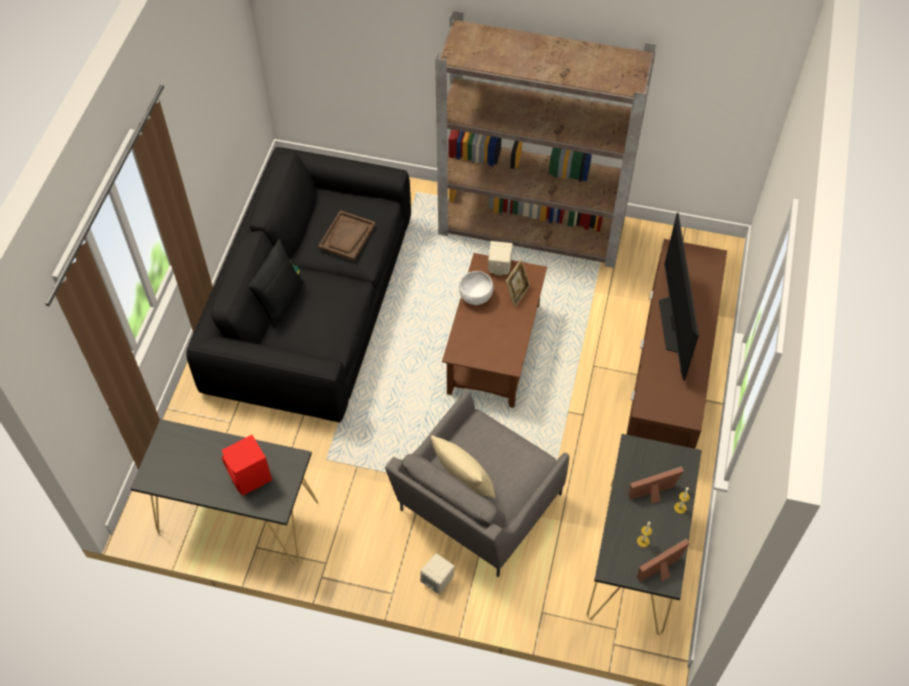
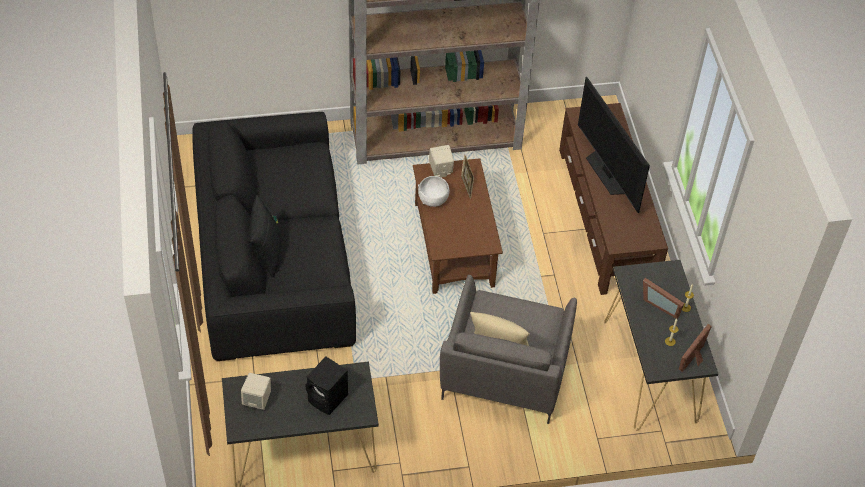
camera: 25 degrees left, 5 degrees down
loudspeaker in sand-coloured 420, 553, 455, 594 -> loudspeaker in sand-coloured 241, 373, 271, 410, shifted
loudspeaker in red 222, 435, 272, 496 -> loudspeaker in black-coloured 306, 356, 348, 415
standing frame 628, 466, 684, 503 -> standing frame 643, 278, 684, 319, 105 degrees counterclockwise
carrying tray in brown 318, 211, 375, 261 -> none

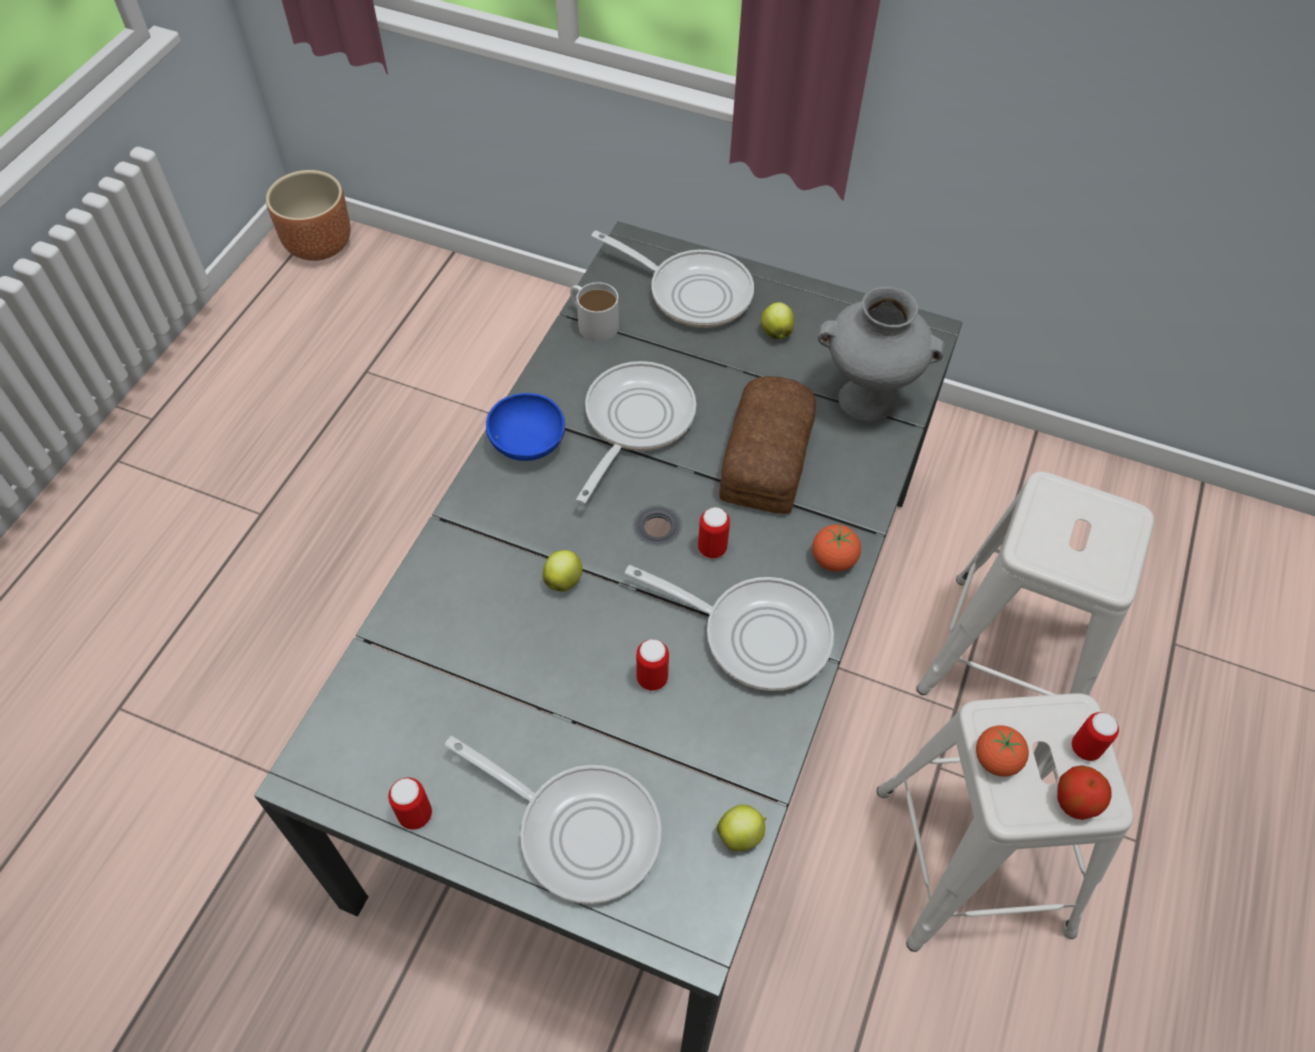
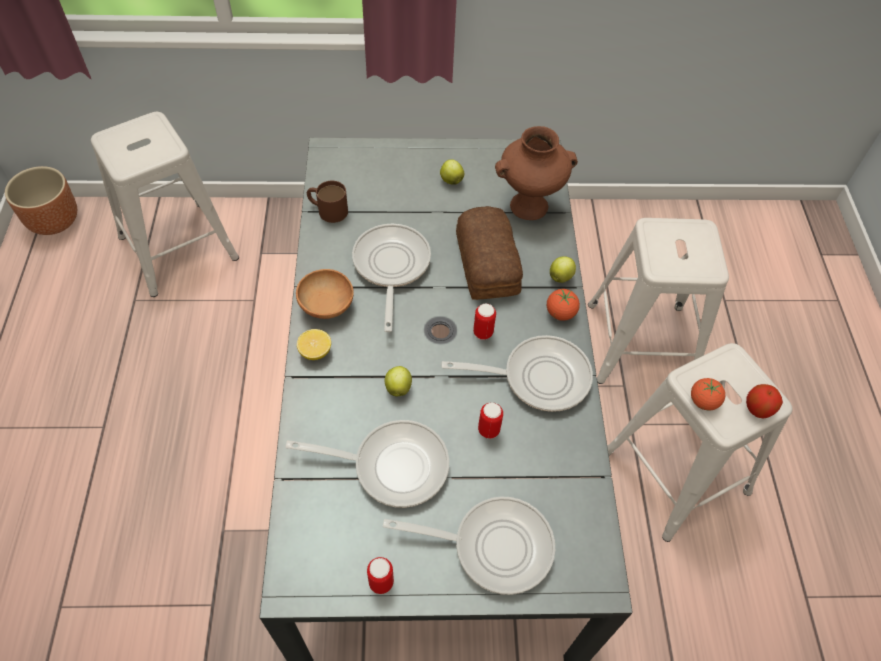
camera: 25 degrees left, 0 degrees up
none -> stool seat in whitish 91, 112, 239, 297
pan 591, 230, 754, 327 -> pan 286, 420, 449, 508, shifted
deep dish in bluish 486, 393, 565, 461 -> deep dish in brown 296, 269, 354, 319
none -> lemon 297, 329, 331, 360
tea mug in whitish 570, 282, 619, 341 -> tea mug in brown 307, 181, 348, 223
vase in gray 818, 287, 945, 422 -> vase in brown 495, 126, 578, 220
whole apple 717, 805, 766, 851 -> whole apple 550, 256, 576, 283, shifted
metal can 1072, 712, 1119, 761 -> none

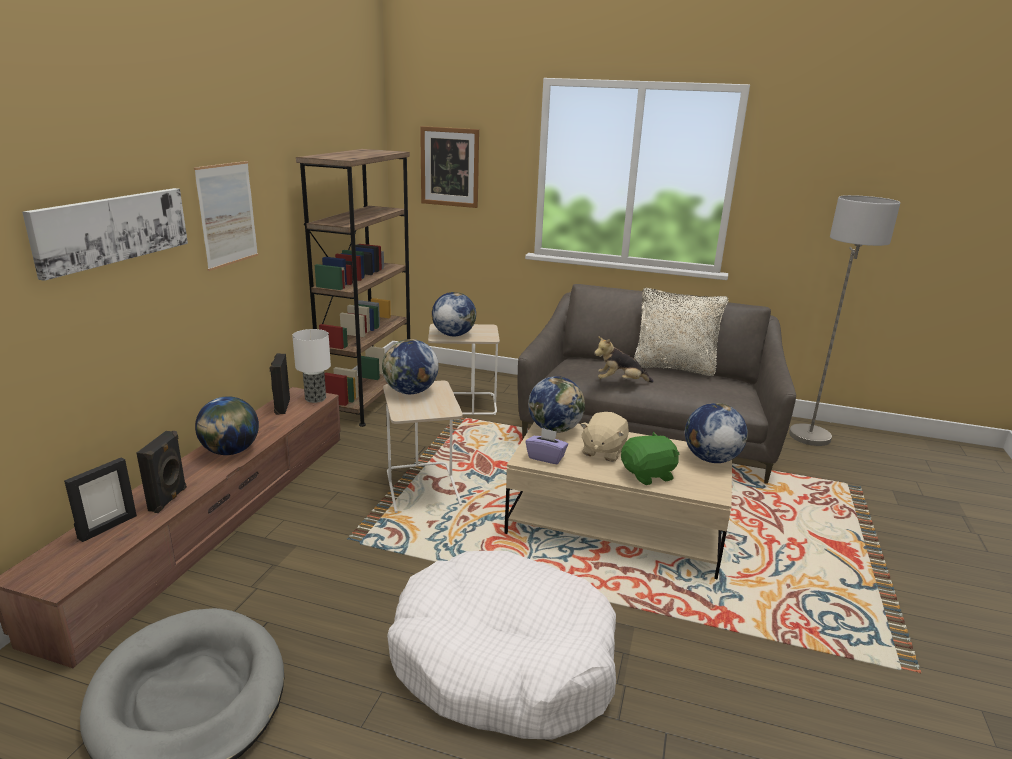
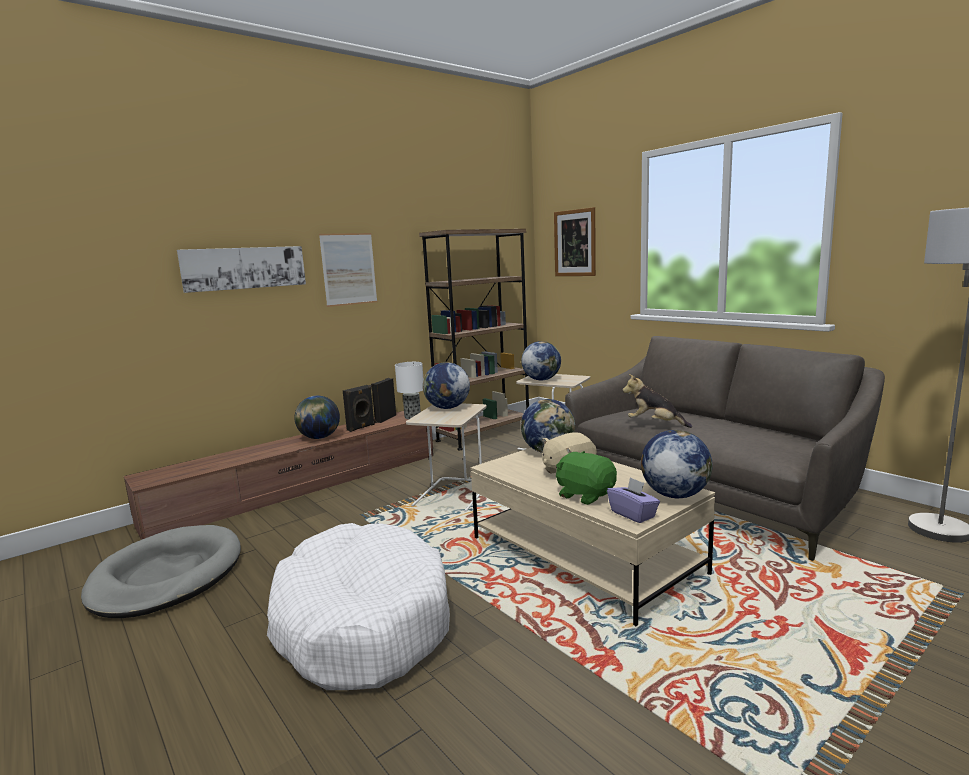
camera: 35 degrees right, 10 degrees down
loudspeaker in black-coloured 137, 431, 187, 513 -> loudspeaker in black-coloured 343, 385, 375, 432, shifted
soft toy in green 621, 432, 679, 485 -> soft toy in green 556, 451, 617, 505, 150 degrees counterclockwise
tissue box in purple 526, 428, 568, 465 -> tissue box in purple 607, 477, 660, 523, shifted
standing frame 64, 458, 137, 542 -> none
pillow in sand-coloured 634, 288, 728, 377 -> none

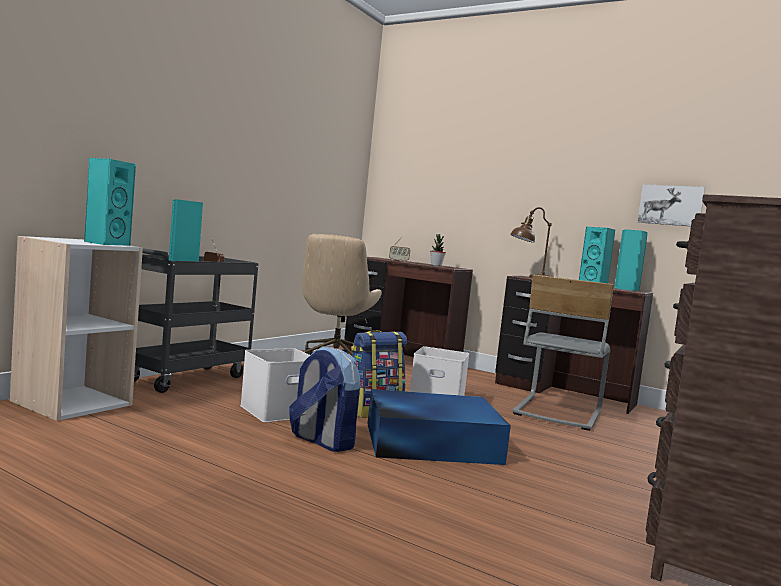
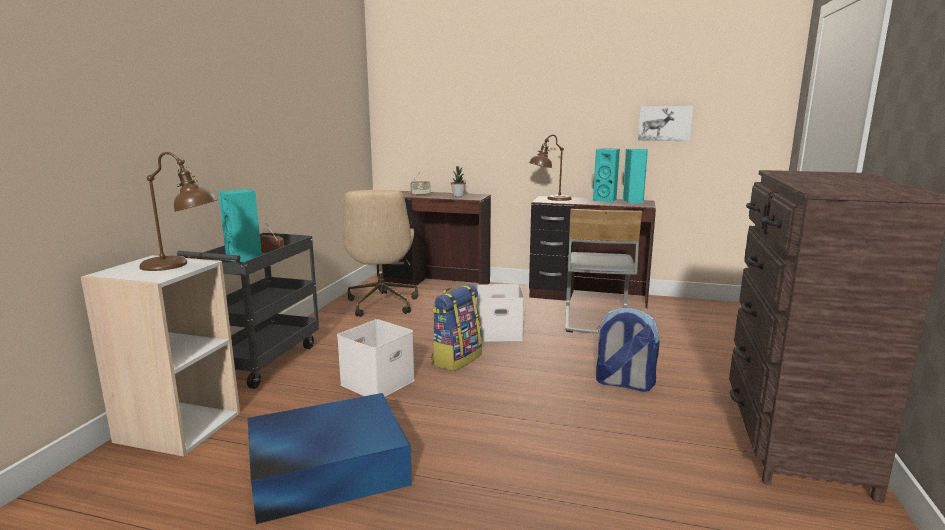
camera: 15 degrees left, 10 degrees up
loudspeaker in turquoise-coloured 84, 158, 136, 246 -> lamp for a table in brown 140, 152, 218, 271
storage box in bluish 367, 389, 511, 465 -> storage box in bluish 248, 393, 412, 524, shifted
rucksack 289, 346, 361, 452 -> rucksack 596, 307, 659, 392, shifted

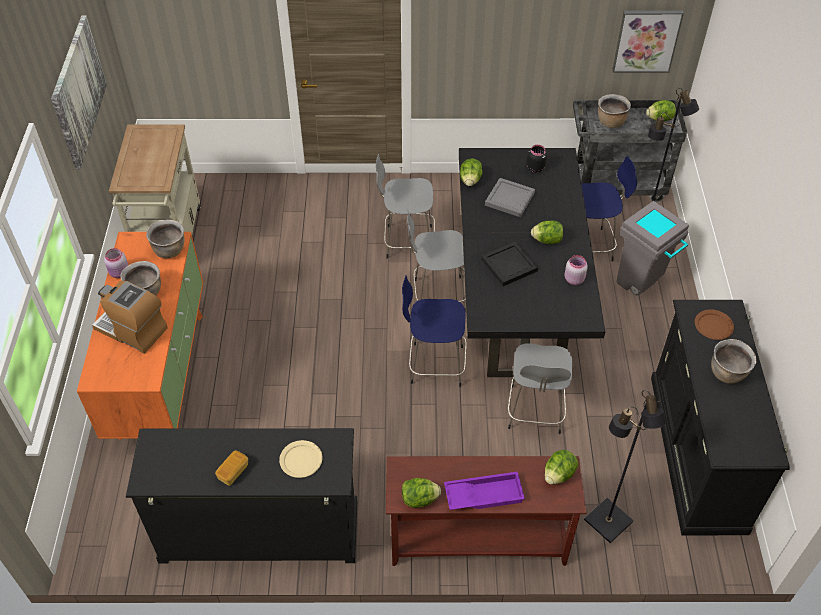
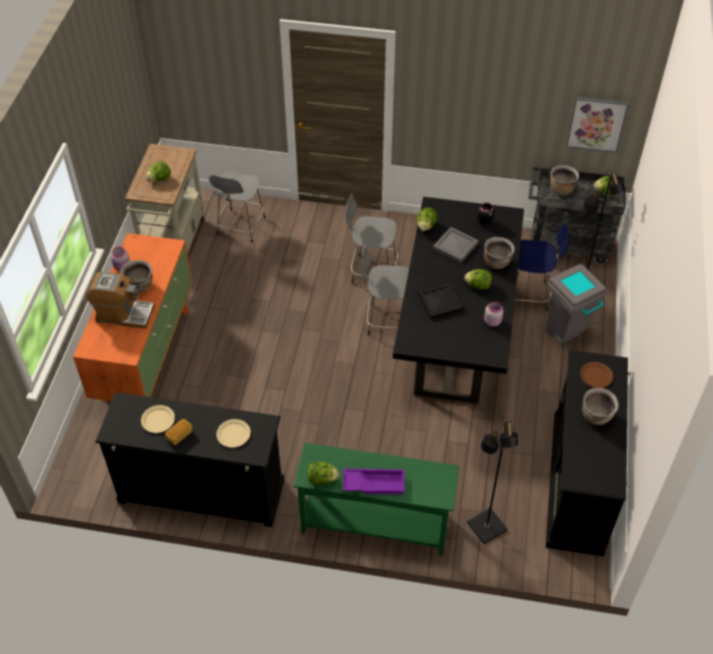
camera: 10 degrees right, 0 degrees up
coffee brewer 92, 281, 168, 354 -> coffee brewer 87, 272, 155, 329, 150 degrees clockwise
none -> flat dish in sand-coloured 141, 405, 175, 433
lettuce head 545, 450, 578, 484 -> lettuce head 146, 162, 171, 182, shifted
stool seat in gray 507, 343, 572, 434 -> stool seat in gray 209, 172, 266, 243, shifted
console table in brown 386, 456, 586, 566 -> console table in green 293, 443, 459, 556
saucepot in brown 146, 219, 185, 258 -> saucepot in brown 484, 237, 515, 269, shifted
wall picture 51, 15, 107, 169 -> none
stool seat in bluish 402, 275, 467, 387 -> none

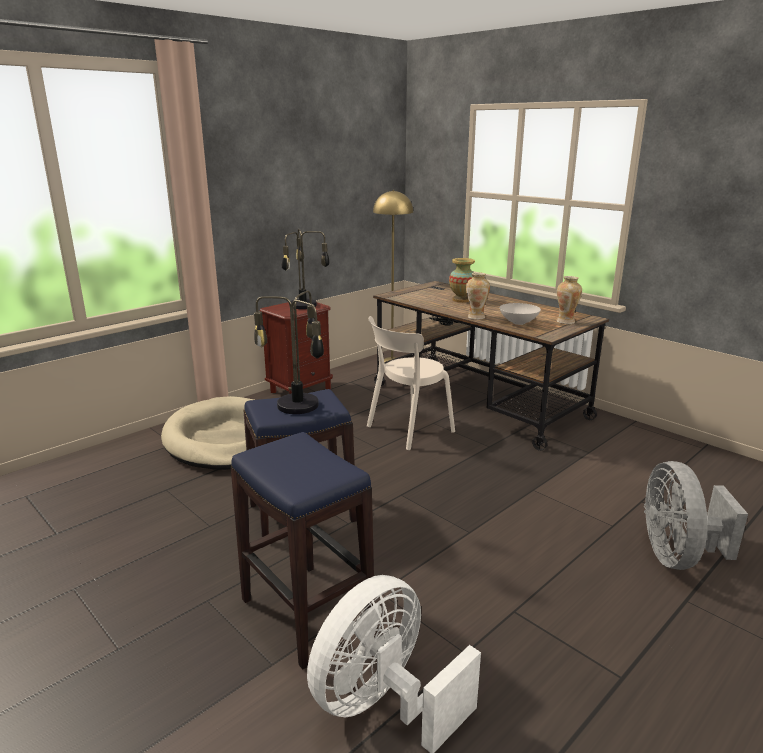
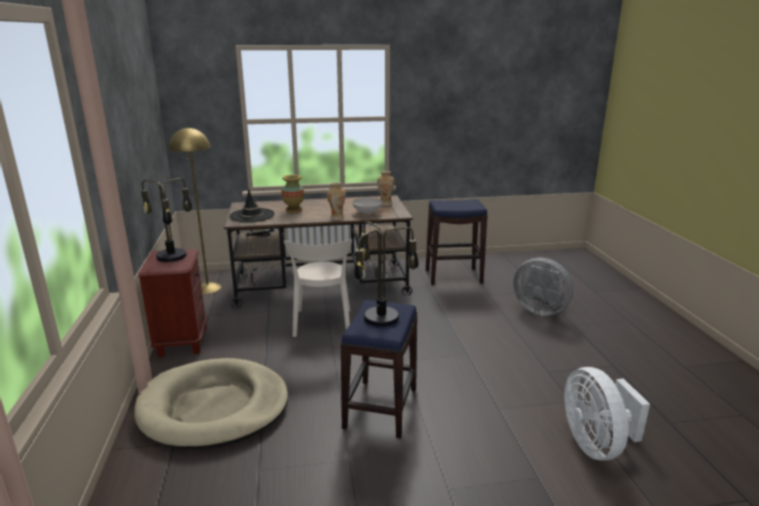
camera: 55 degrees left, 0 degrees up
none -> clothing hat in black-coloured 229, 189, 275, 222
stool seat 231, 432, 375, 669 -> stool seat 426, 199, 487, 285, shifted

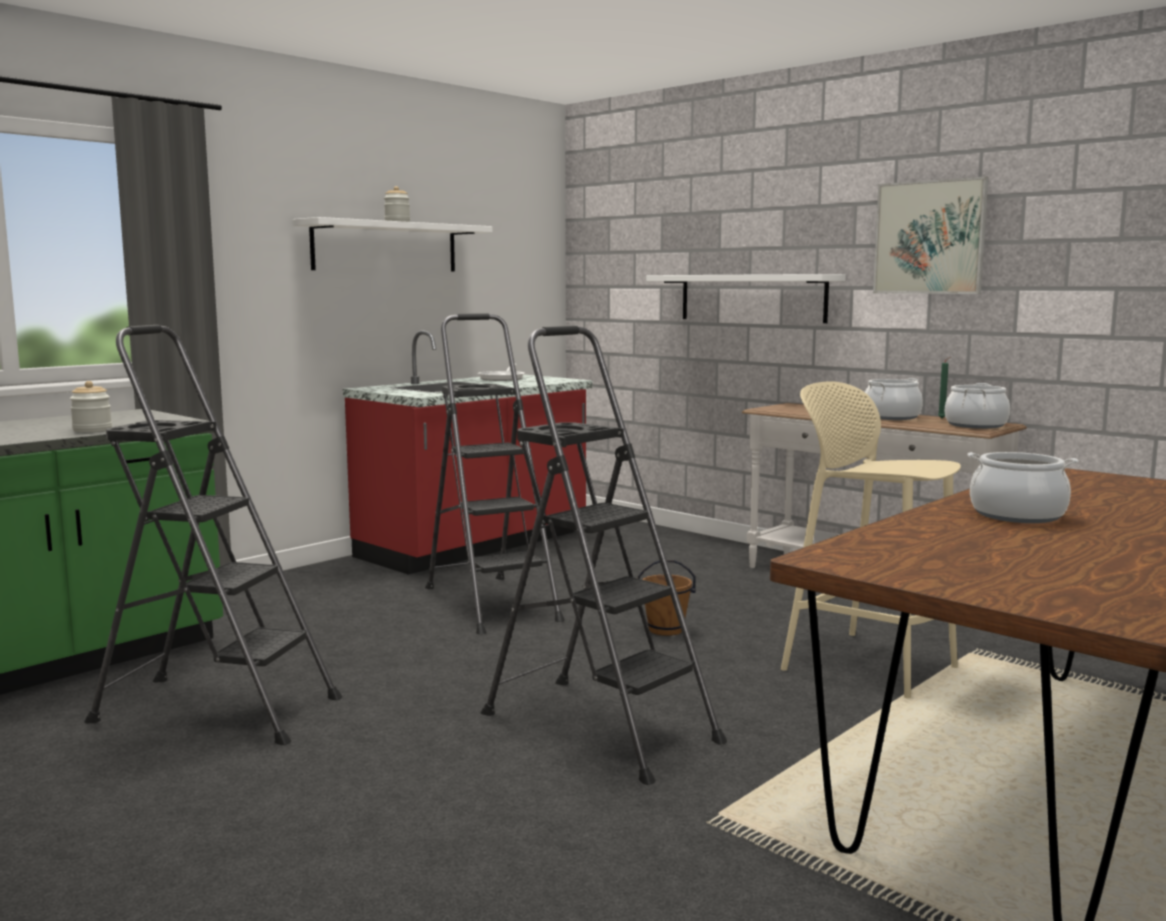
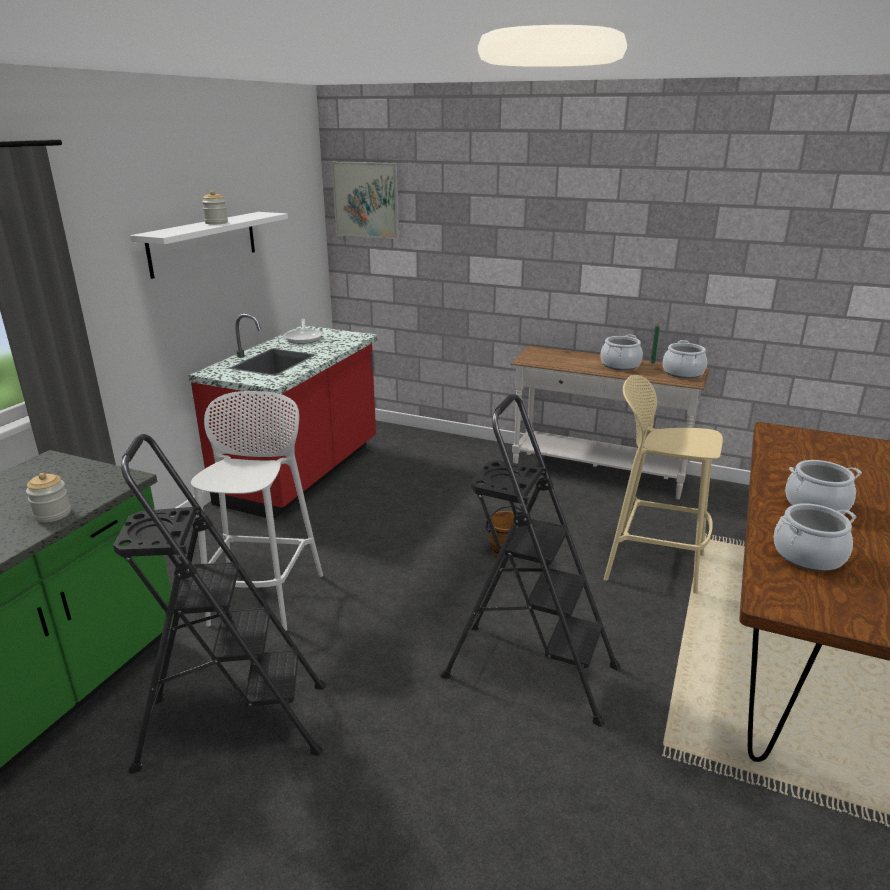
camera: 20 degrees left, 15 degrees up
none -> stool seat in whitish 191, 391, 323, 631
wall picture 873, 177, 989, 294 -> wall picture 332, 162, 399, 239, shifted
none -> saucepot 774, 503, 856, 571
step stool 425, 313, 565, 634 -> none
shelf in whitish 646, 274, 846, 323 -> none

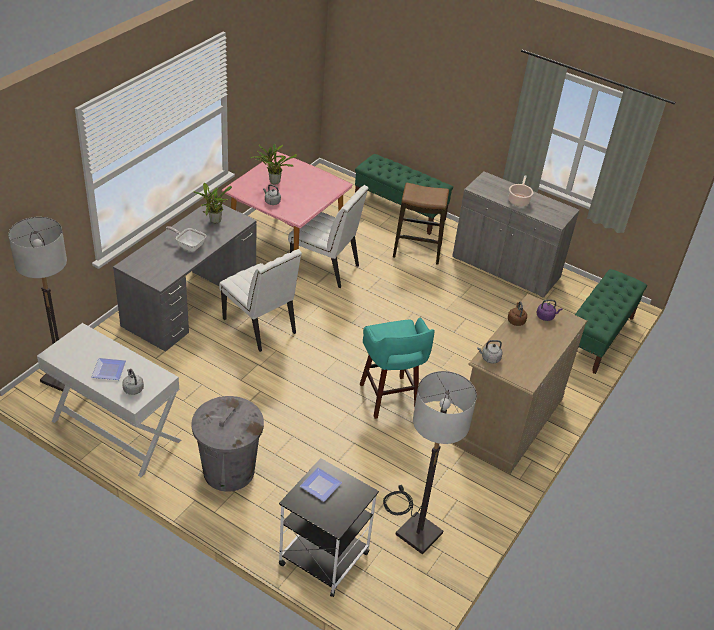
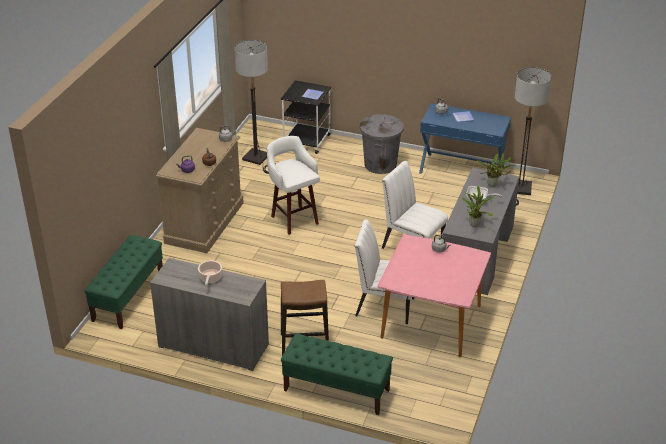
camera: 170 degrees right, 5 degrees down
stool seat in turquoise-coloured 360, 317, 434, 419 -> stool seat in whitish 267, 136, 320, 235
console table in whitish 37, 323, 181, 477 -> console table in bluish 419, 103, 511, 174
houseplant 250, 144, 297, 185 -> houseplant 476, 154, 515, 187, shifted

